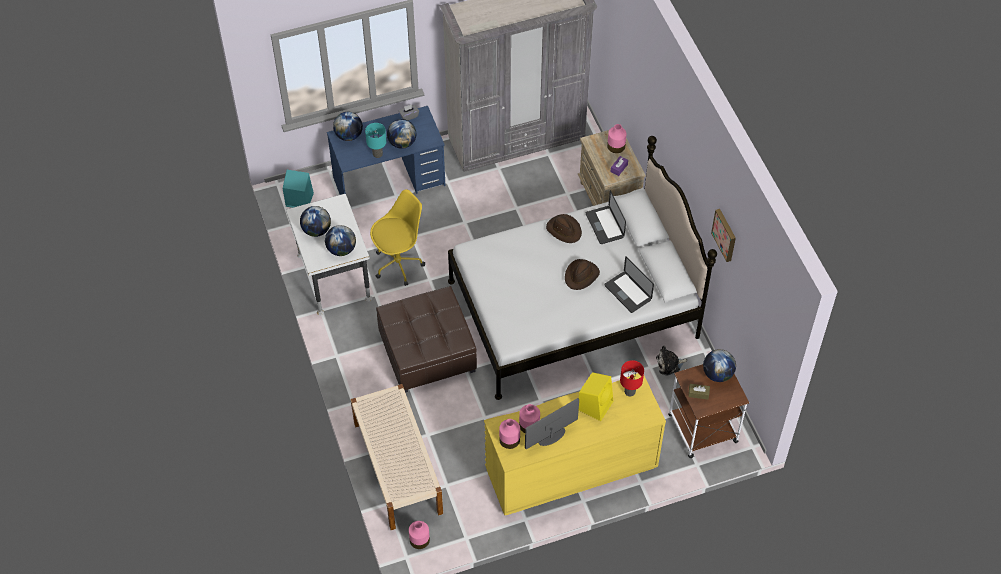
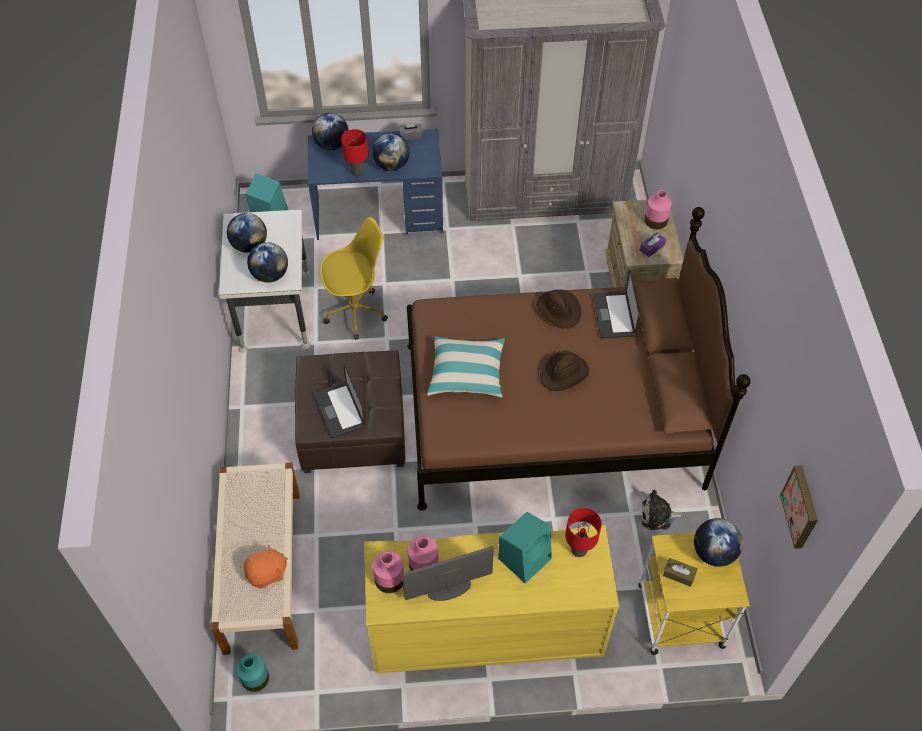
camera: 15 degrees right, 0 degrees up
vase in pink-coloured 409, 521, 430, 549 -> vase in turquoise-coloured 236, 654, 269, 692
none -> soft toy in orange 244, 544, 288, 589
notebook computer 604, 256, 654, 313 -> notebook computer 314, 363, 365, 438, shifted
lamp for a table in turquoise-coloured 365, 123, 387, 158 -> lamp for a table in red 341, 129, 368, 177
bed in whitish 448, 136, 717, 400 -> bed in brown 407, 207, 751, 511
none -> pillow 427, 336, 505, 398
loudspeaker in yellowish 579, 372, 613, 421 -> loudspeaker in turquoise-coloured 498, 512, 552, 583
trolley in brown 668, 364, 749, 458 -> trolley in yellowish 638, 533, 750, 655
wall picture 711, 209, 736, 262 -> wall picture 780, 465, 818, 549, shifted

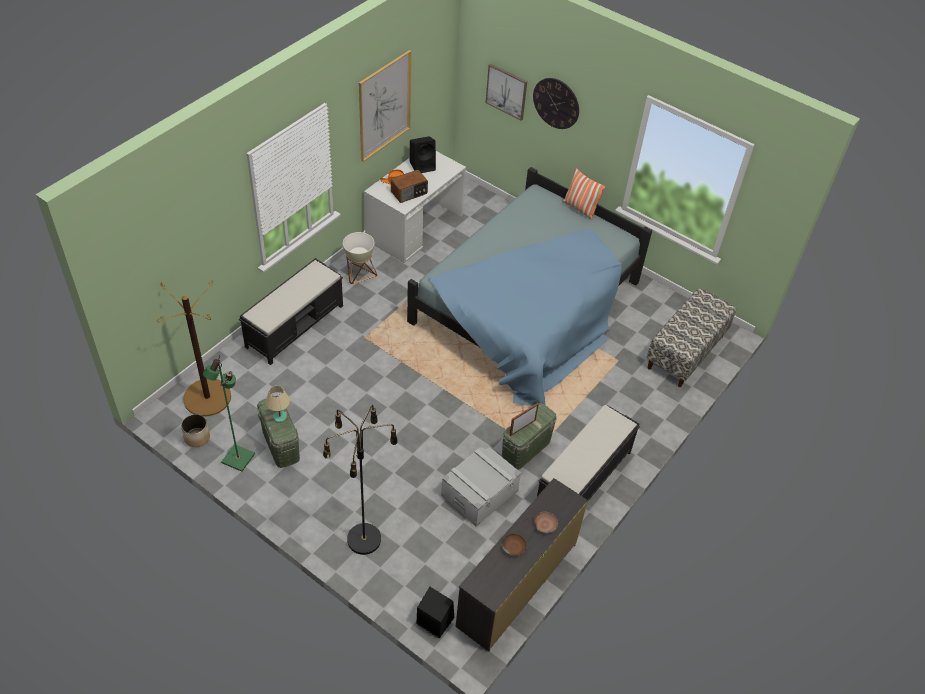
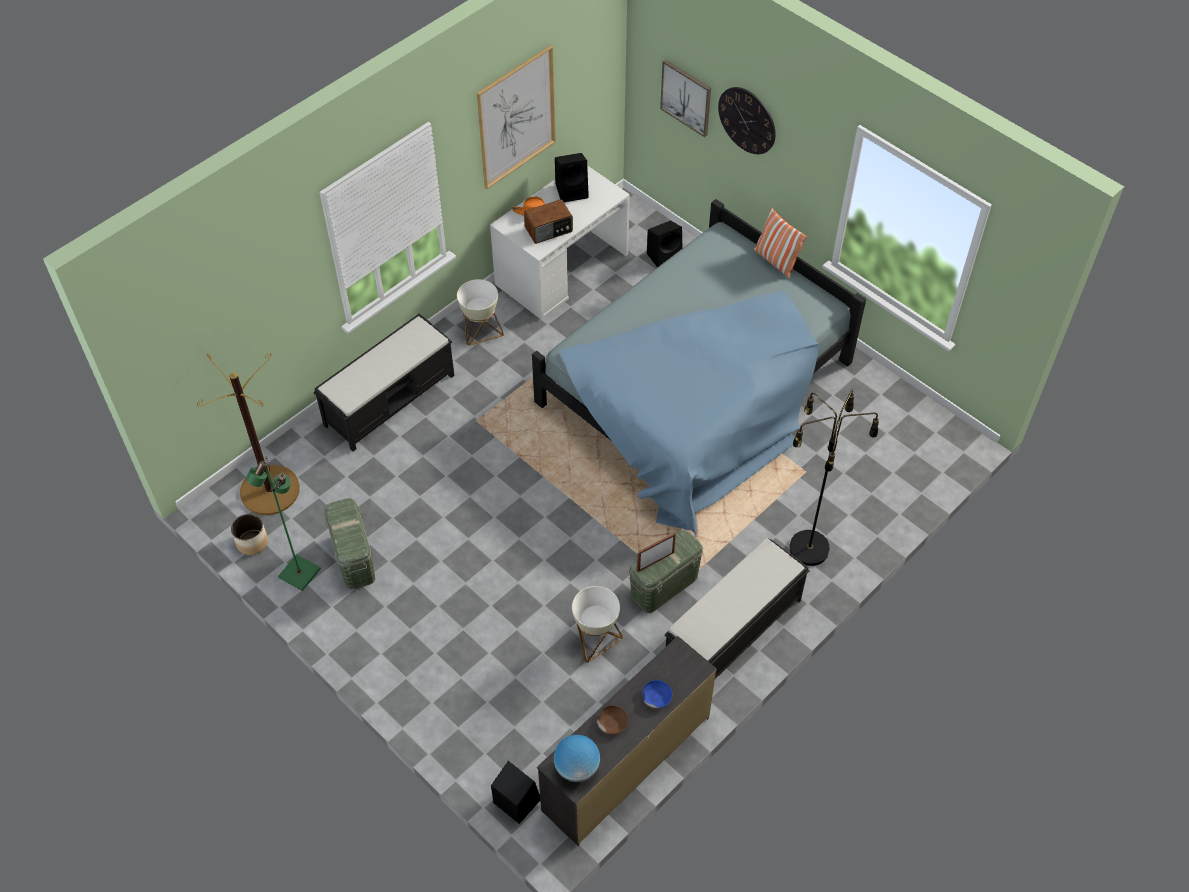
camera: 10 degrees right, 5 degrees up
none -> desk globe 554, 735, 600, 782
storage box in gray 441, 443, 521, 527 -> flower pot 572, 586, 623, 663
deep dish in brown 534, 512, 558, 533 -> deep dish in bluish 642, 680, 672, 708
none -> loudspeaker in black-coloured 647, 220, 682, 268
standard lamp 323, 405, 398, 555 -> standard lamp 789, 389, 879, 566, shifted
lamp for a table in sand-coloured 266, 386, 290, 423 -> none
indoor bench 646, 288, 736, 387 -> none

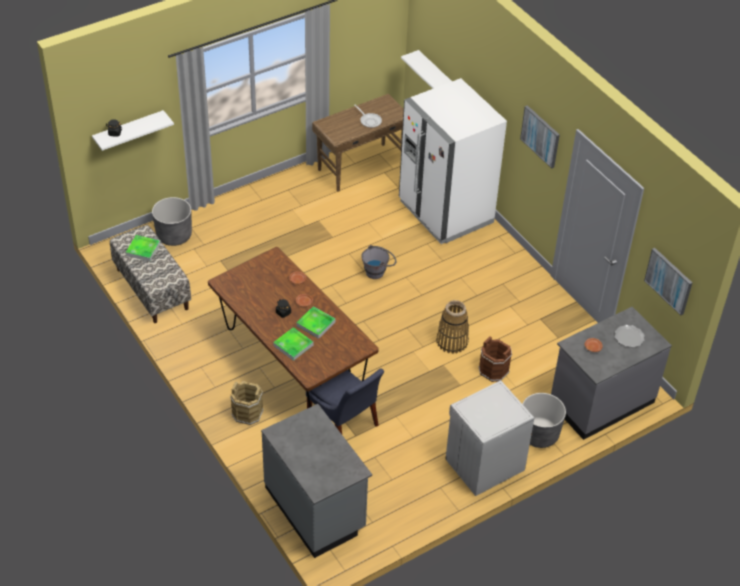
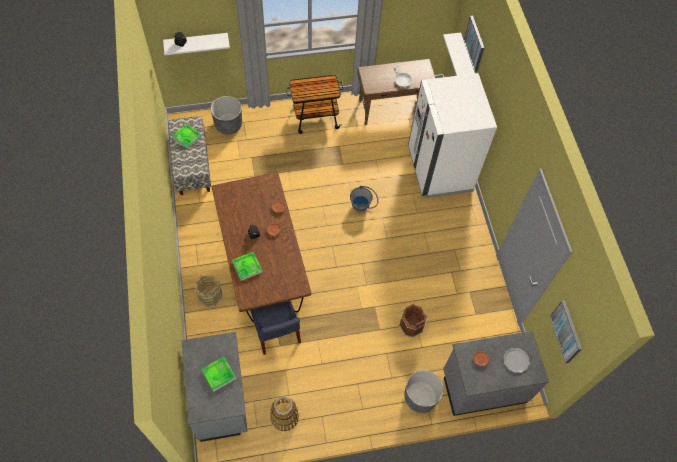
camera: 20 degrees right, 15 degrees up
carrying tray 296, 306, 335, 339 -> carrying tray 201, 356, 236, 392, shifted
storage basket 436, 300, 469, 354 -> storage basket 270, 396, 299, 431, shifted
none -> trolley 286, 75, 344, 134
wall picture 520, 105, 560, 169 -> wall picture 464, 16, 484, 72, shifted
laundry machine in whitish 446, 380, 534, 496 -> none

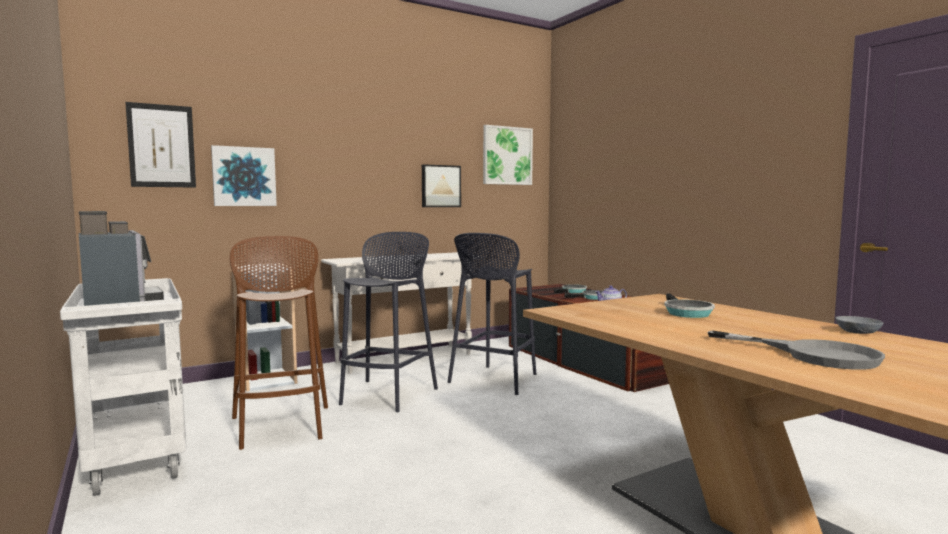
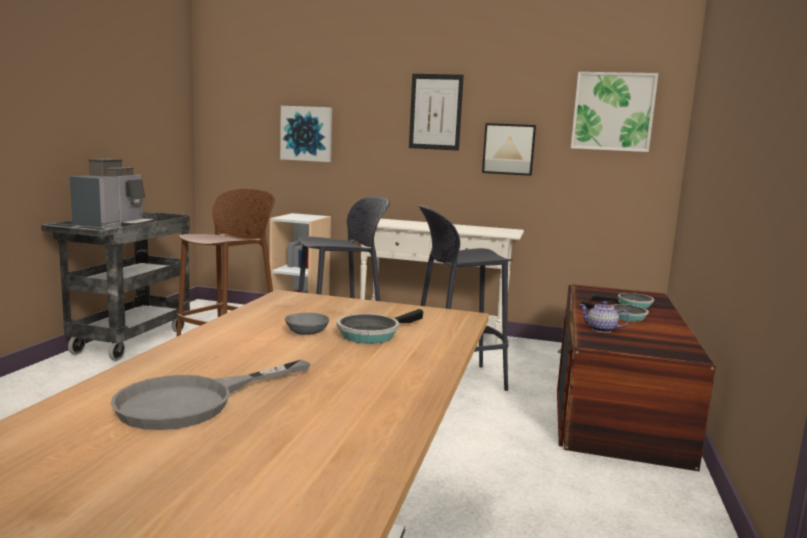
camera: 45 degrees right, 5 degrees up
trolley in whitish 60, 278, 187, 496 -> trolley in black-coloured 41, 211, 190, 361
pan in gray 707, 330, 885, 370 -> pan in gray 110, 360, 310, 430, 45 degrees clockwise
deep dish in gray 835, 316, 883, 334 -> deep dish in gray 285, 313, 329, 335, shifted
wall picture 125, 102, 196, 188 -> wall picture 409, 74, 464, 151, shifted

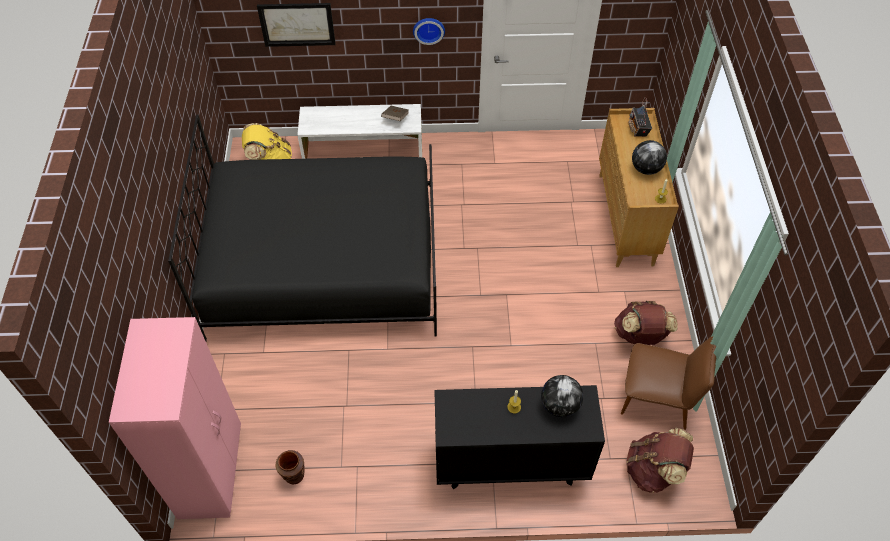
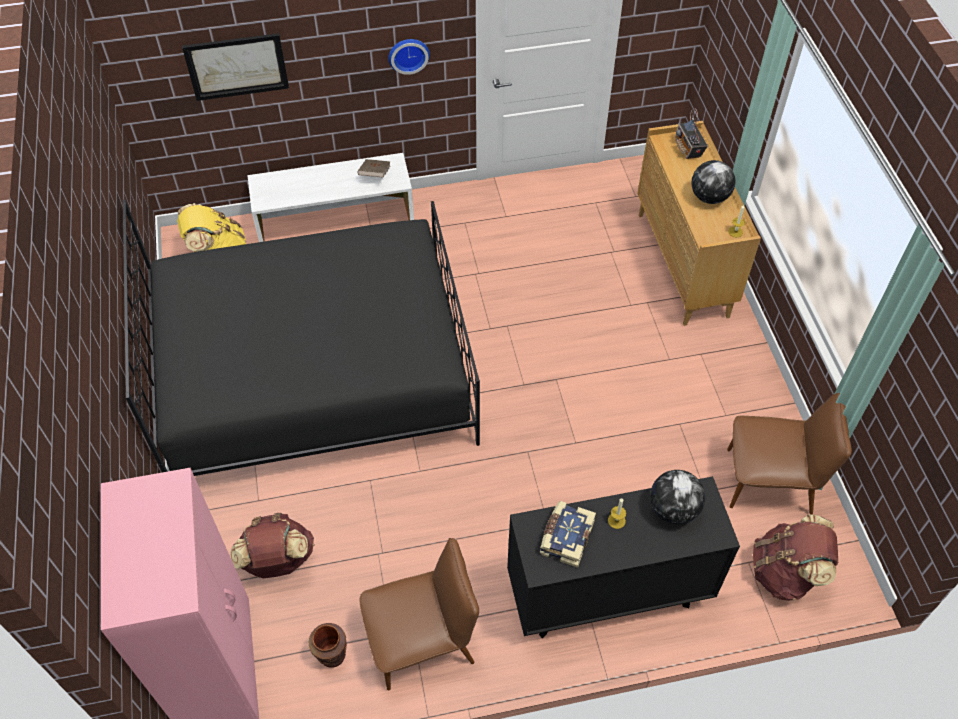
camera: 10 degrees left, 0 degrees up
rucksack in brown 614, 301, 678, 345 -> rucksack in brown 230, 513, 315, 578, shifted
none -> plain chair in brown 360, 538, 479, 691
none -> book 540, 501, 596, 568

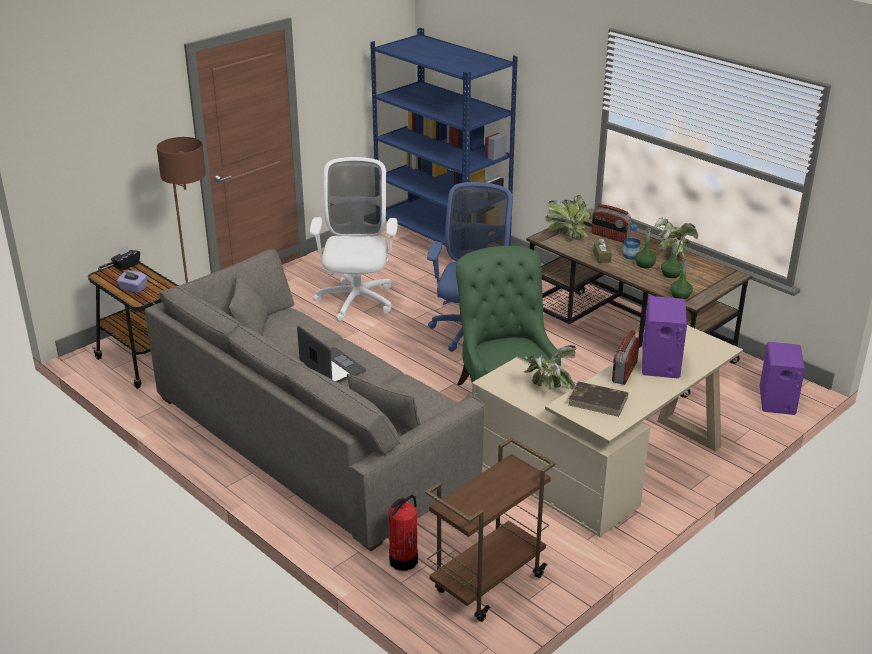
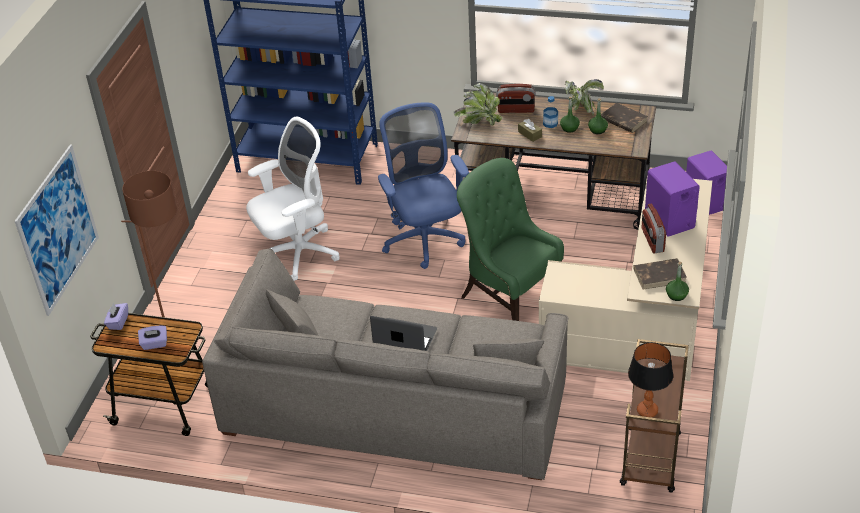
camera: 30 degrees left, 10 degrees up
none -> wall picture 14, 145, 99, 316
tissue box in black-coloured 111, 245, 140, 271 -> tissue box in purple 104, 303, 128, 330
office chair in whitish 310, 157, 398, 321 -> office chair in whitish 246, 116, 340, 281, 90 degrees clockwise
none -> book in brown 601, 103, 648, 133
none -> lamp for a table 628, 342, 673, 417
drink bottle in green 670, 257, 693, 299 -> drink bottle in green 666, 262, 689, 301, shifted
extinguisher 388, 495, 418, 571 -> none
houseplant 524, 345, 576, 390 -> none

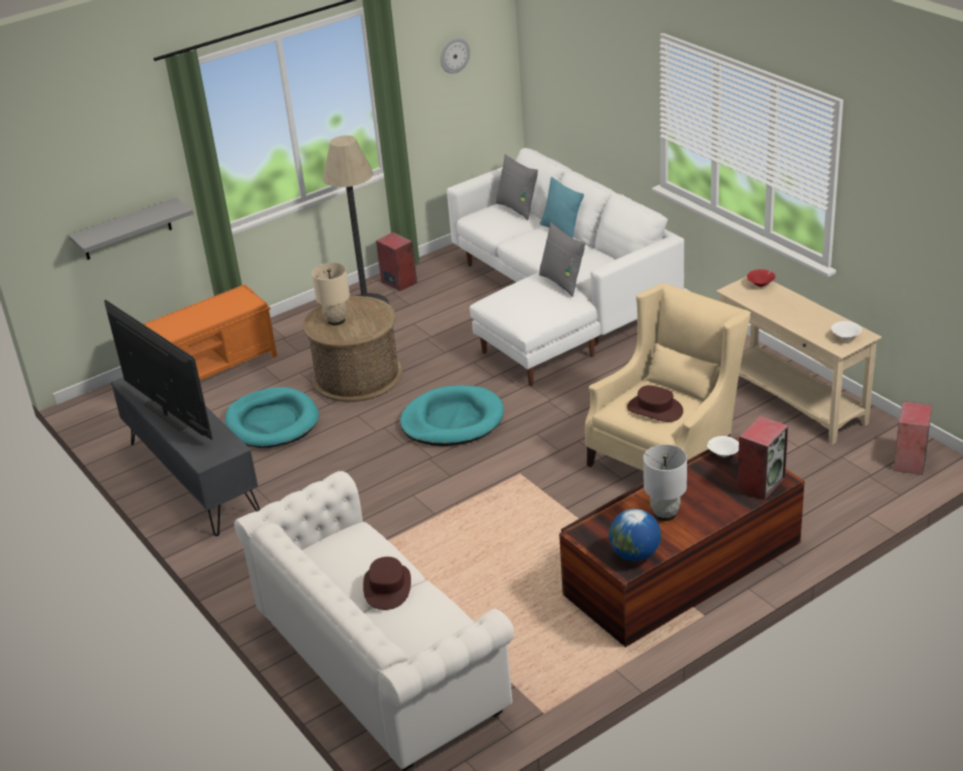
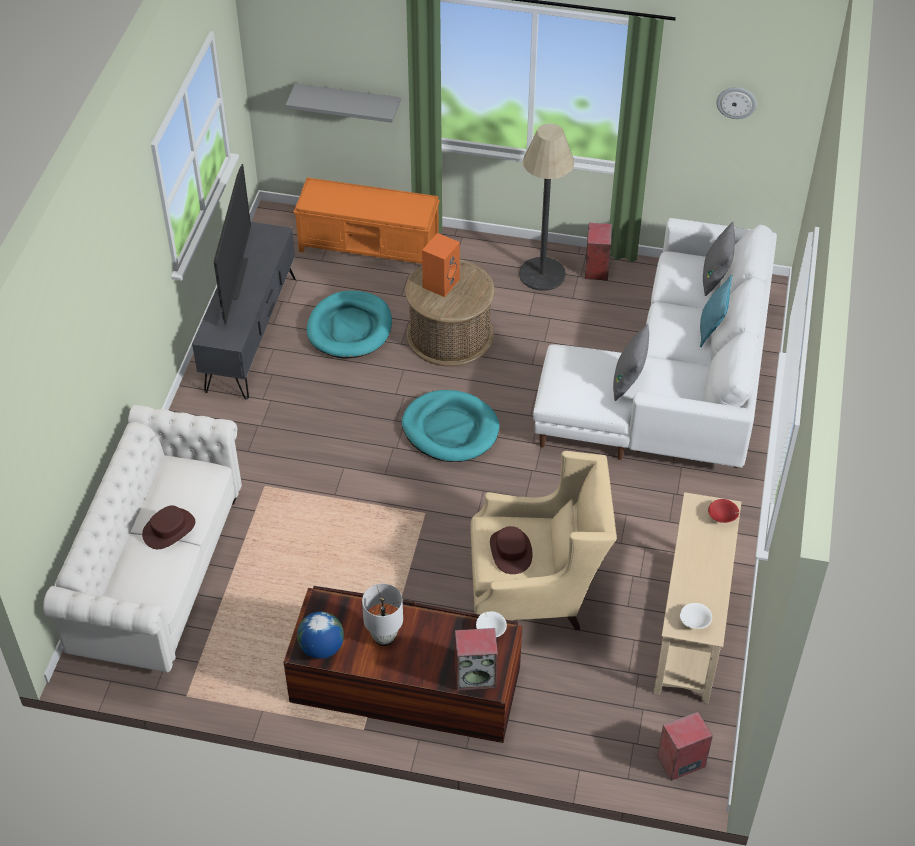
camera: 45 degrees right, 15 degrees up
lamp for a table in sand-coloured 312, 263, 350, 325 -> loudspeaker in orange 422, 233, 460, 297

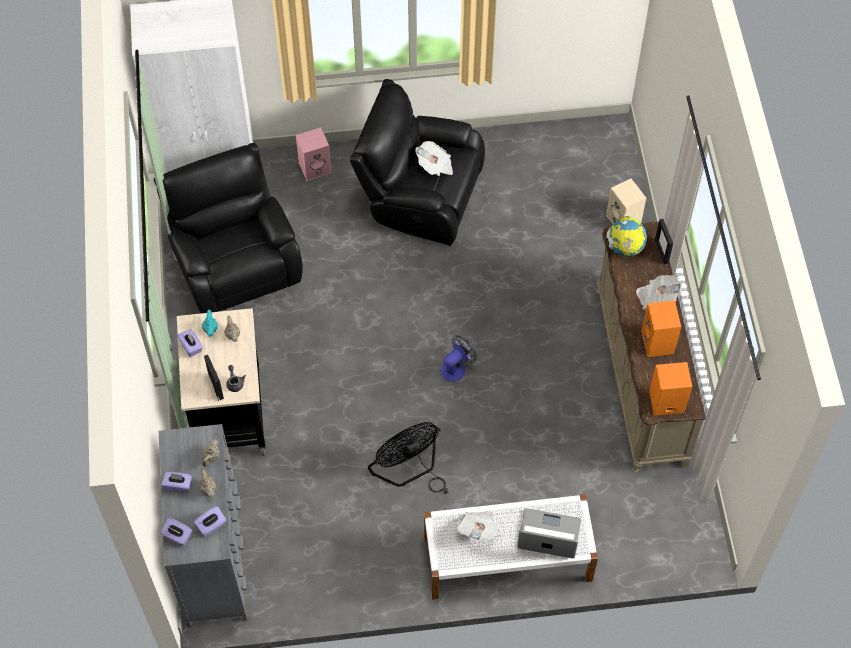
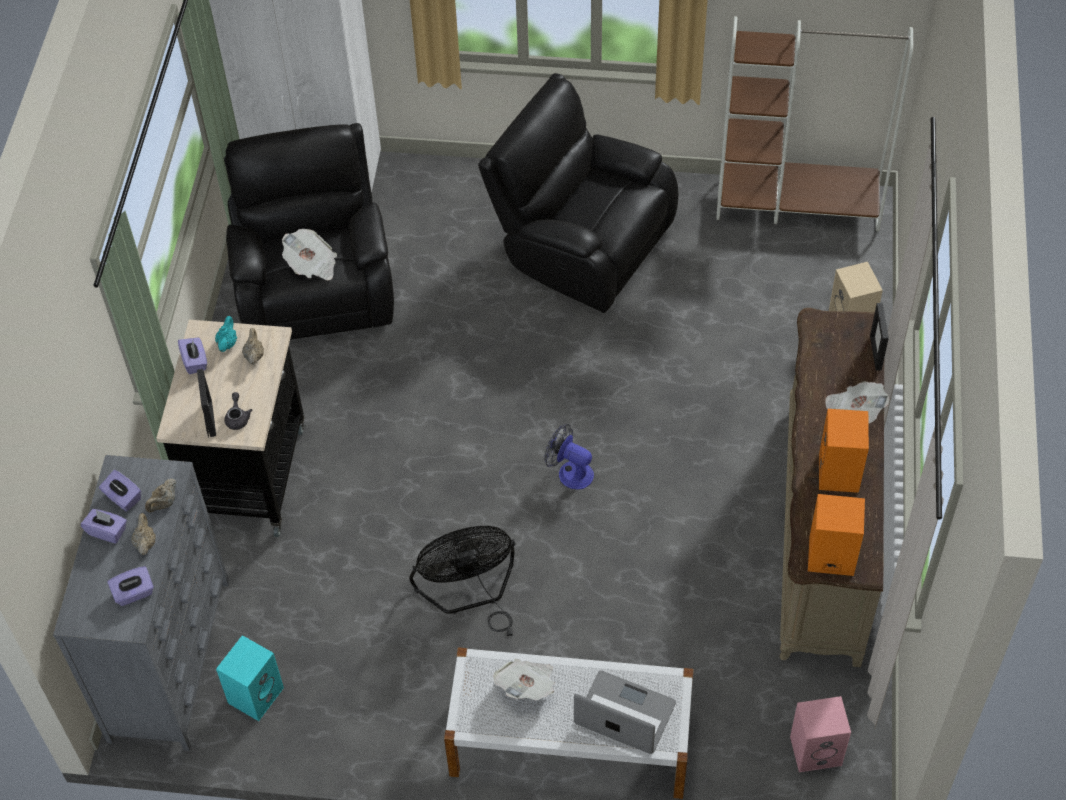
camera: 15 degrees right, 5 degrees down
tissue box in purple 160, 518, 192, 546 -> tissue box in purple 99, 470, 141, 512, shifted
none -> loudspeaker in turquoise-coloured 216, 635, 284, 721
printed paper 415, 141, 453, 176 -> printed paper 282, 229, 337, 280, shifted
cooling fan 441, 335, 477, 382 -> cooling fan 544, 424, 594, 490, 120 degrees counterclockwise
none -> clothes rack in brown 716, 16, 914, 231
loudspeaker in pink-coloured 296, 127, 331, 181 -> loudspeaker in pink-coloured 790, 696, 851, 772, shifted
desk globe 606, 216, 647, 256 -> none

